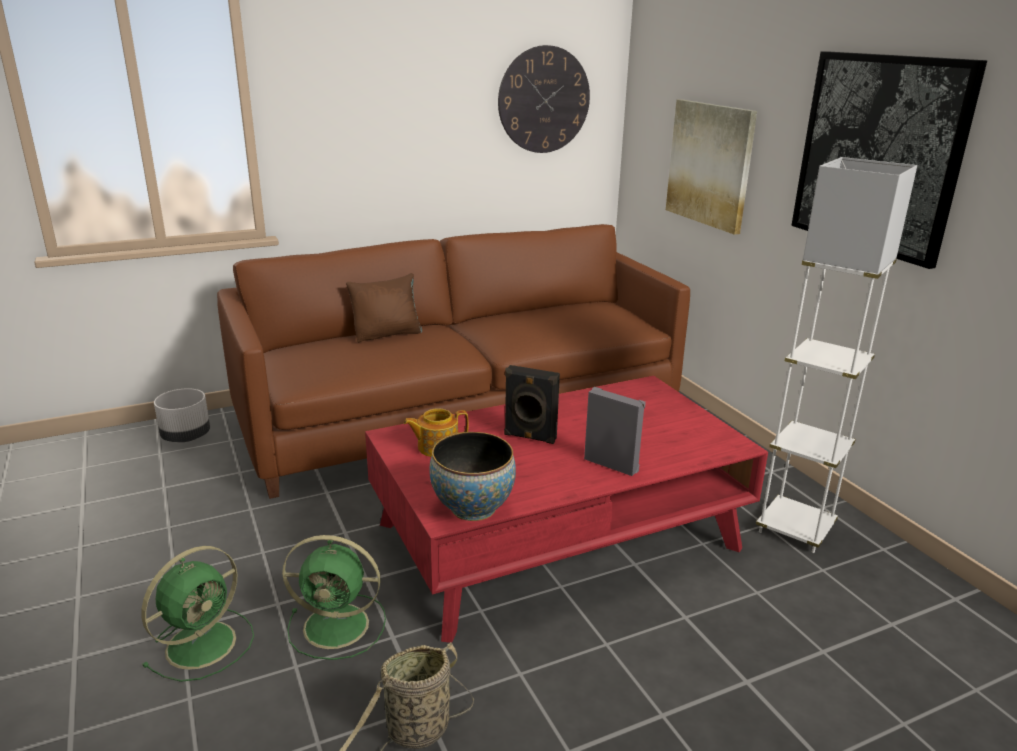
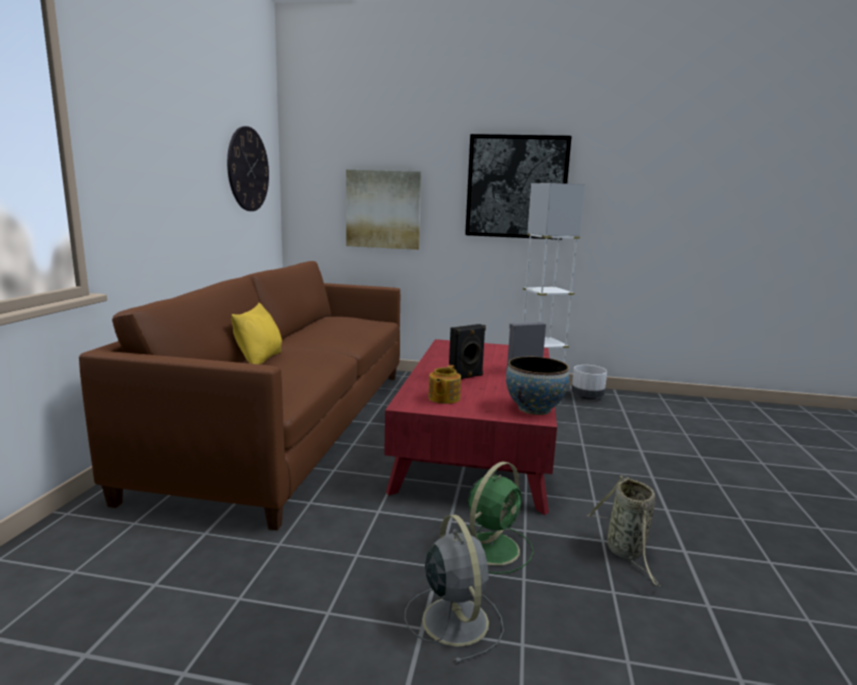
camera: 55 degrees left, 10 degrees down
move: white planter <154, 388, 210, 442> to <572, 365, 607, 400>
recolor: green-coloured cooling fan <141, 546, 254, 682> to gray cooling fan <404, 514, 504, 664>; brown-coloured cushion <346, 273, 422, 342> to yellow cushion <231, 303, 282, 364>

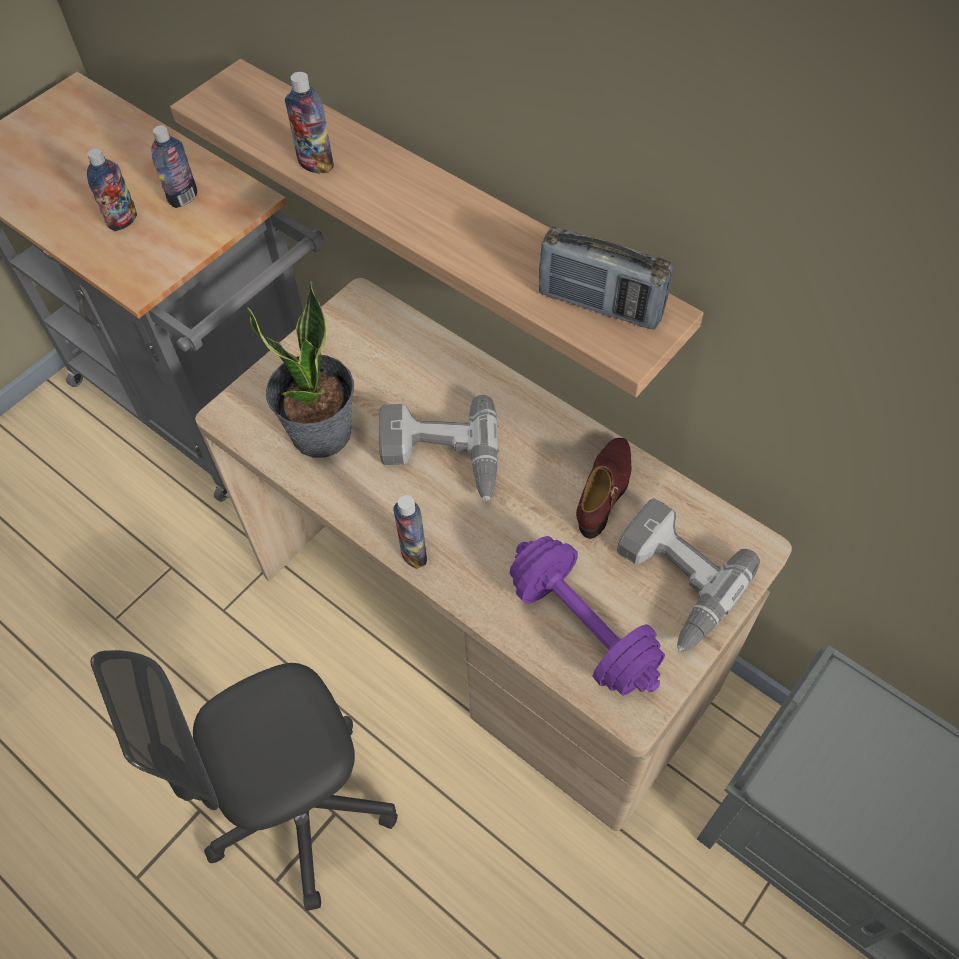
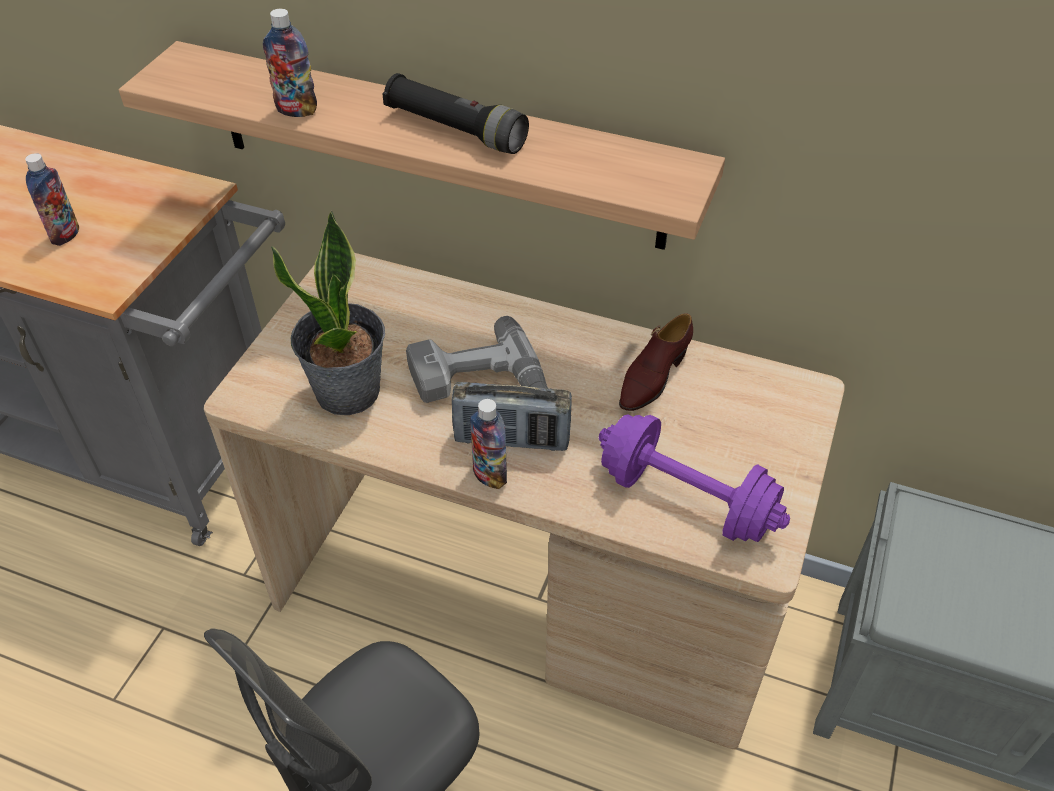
camera: 20 degrees left, 10 degrees down
delete: drink bottle <151, 125, 197, 208>; power drill <617, 499, 760, 652>
insert: black flashlight <382, 73, 529, 154>
move: radio receiver <539, 227, 673, 330> to <452, 382, 572, 451>
rotate: brown-coloured item of footwear <576, 438, 631, 539> = <619, 313, 693, 411> 150 degrees counterclockwise

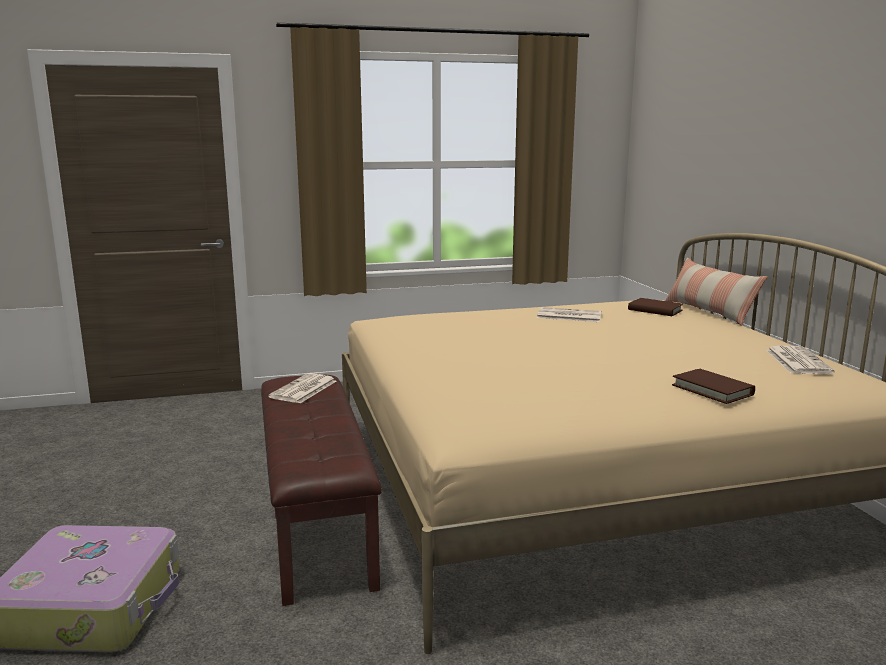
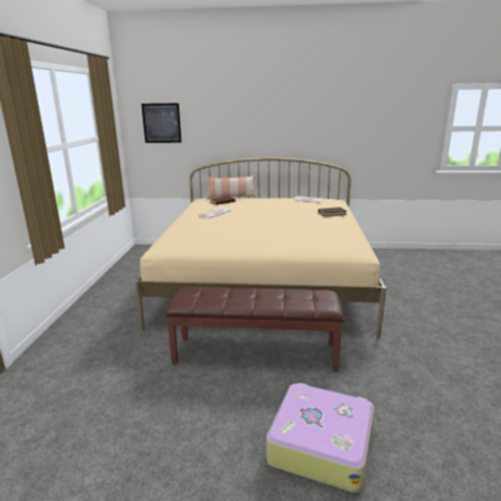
camera: 70 degrees left, 5 degrees up
delete: daily paper <268, 373, 336, 403>
insert: wall art <142, 103, 181, 143>

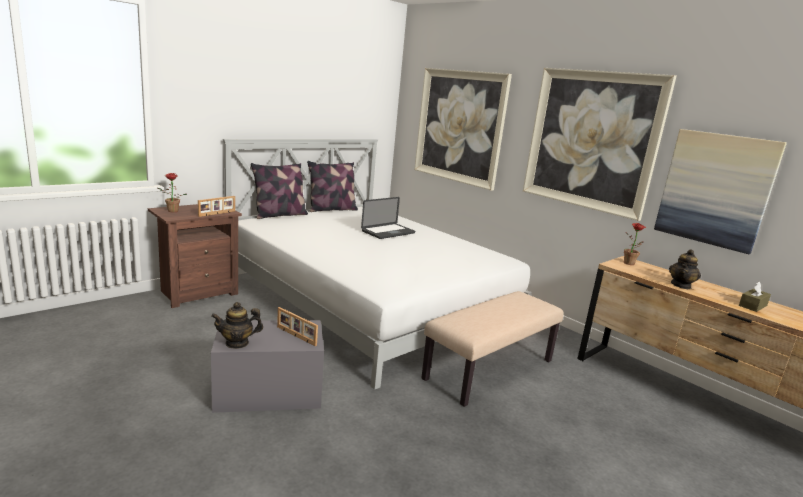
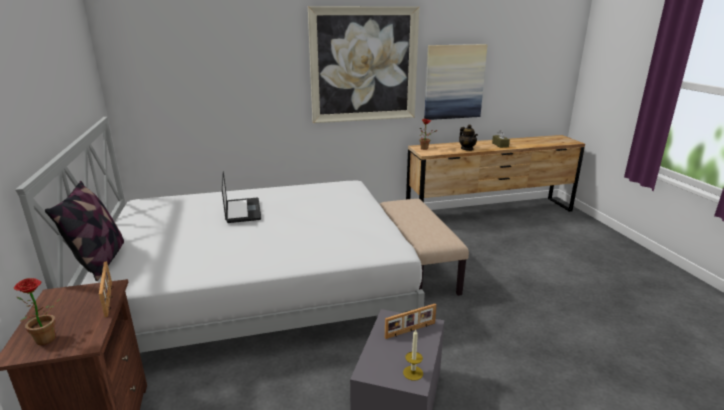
camera: 60 degrees left, 5 degrees up
delete: cushion <307, 161, 358, 212>; wall art <414, 68, 512, 191>
replace: teapot <211, 302, 263, 349> to wax light <403, 329, 423, 381>

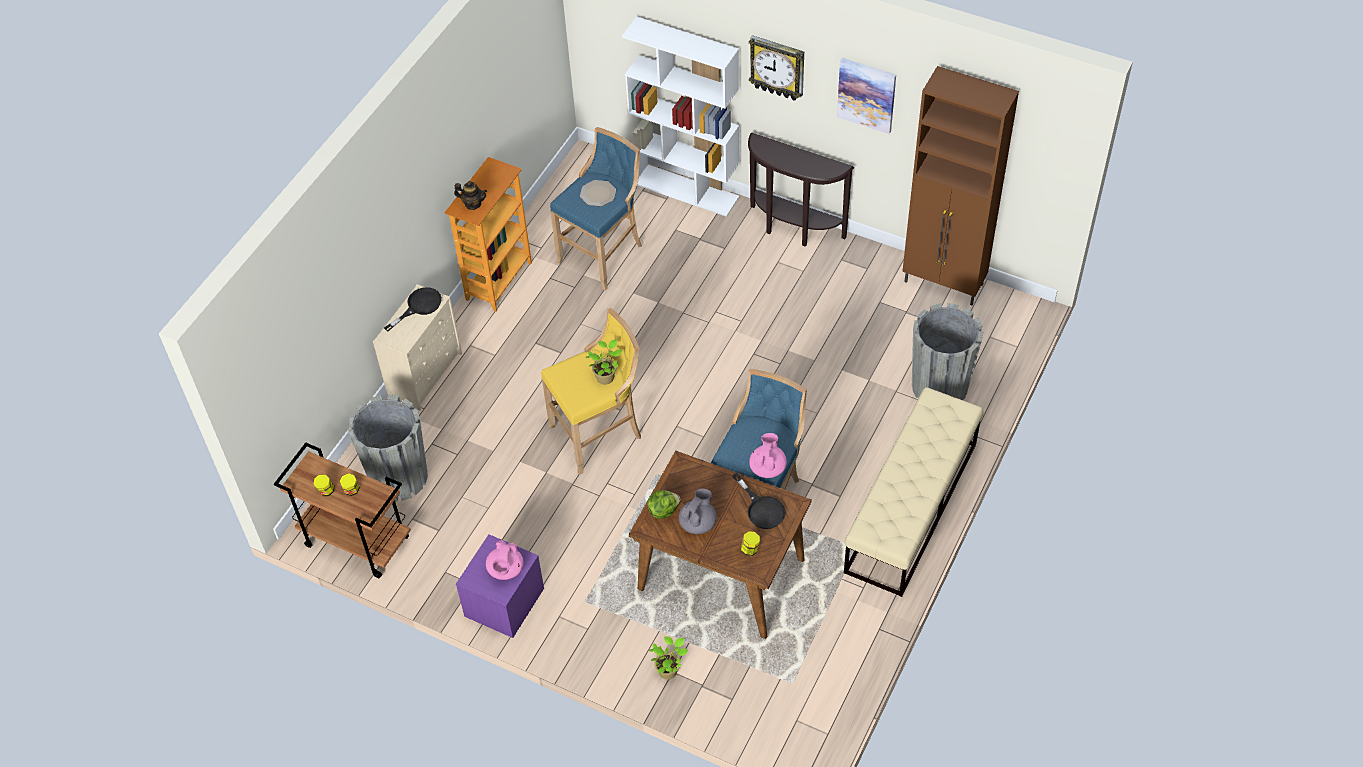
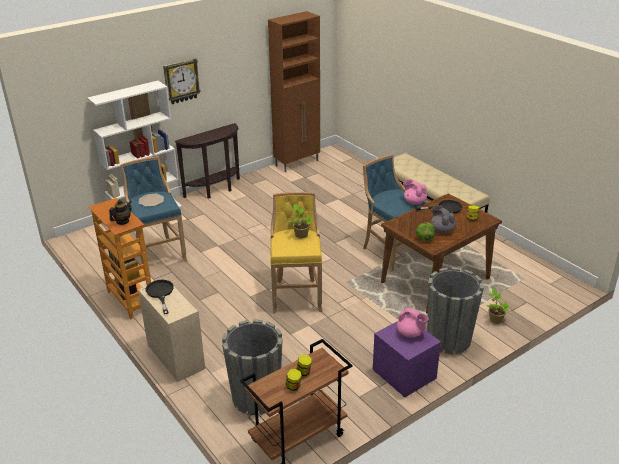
camera: 65 degrees left, 20 degrees down
delete: wall art <837, 58, 896, 134>
move: gray planter <912, 303, 983, 400> to <427, 267, 484, 354>

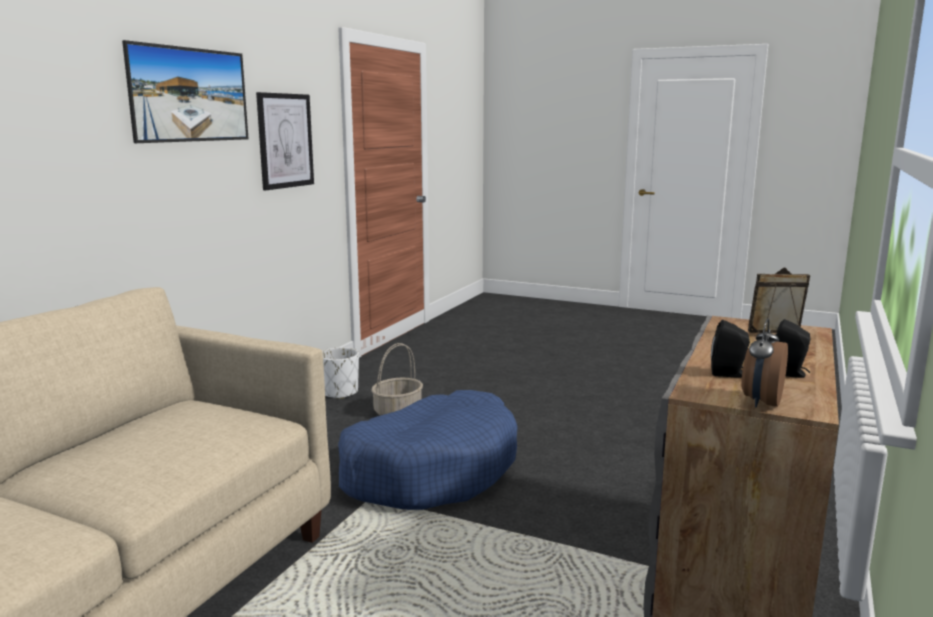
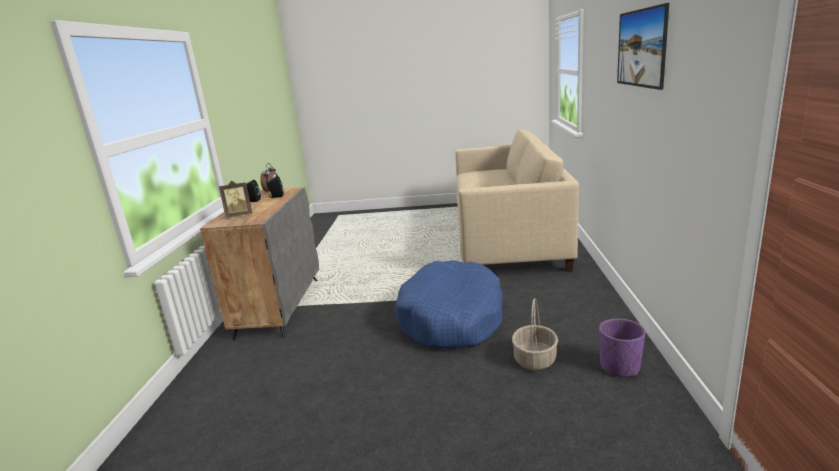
camera: 160 degrees right, 5 degrees up
delete: wall art <256, 92, 314, 190>
recolor: white planter <322, 347, 359, 399> to purplish planter <599, 318, 645, 377>

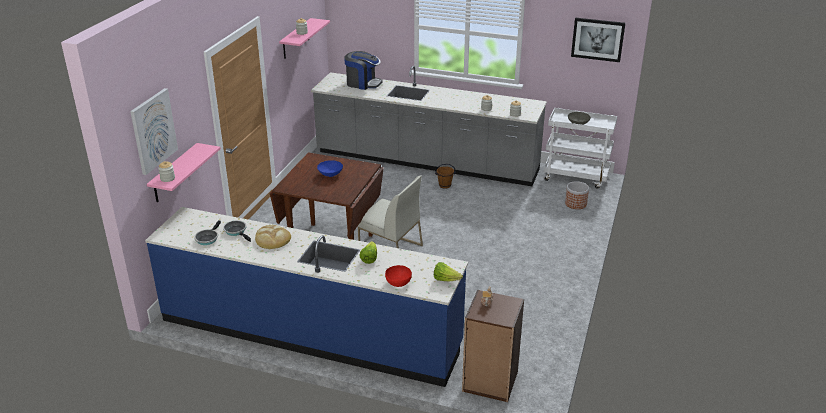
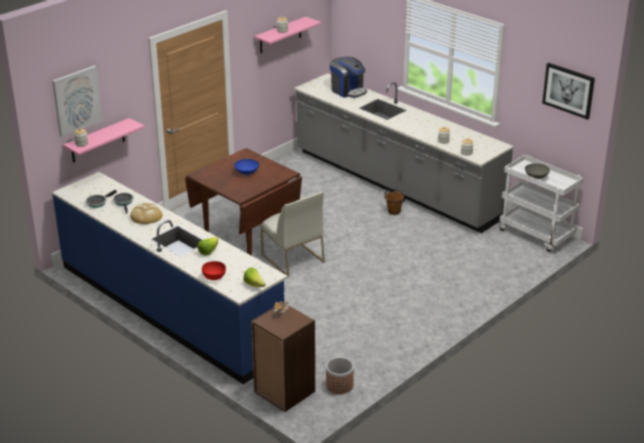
camera: 25 degrees right, 0 degrees up
move: planter <565, 181, 589, 209> to <326, 357, 354, 394>

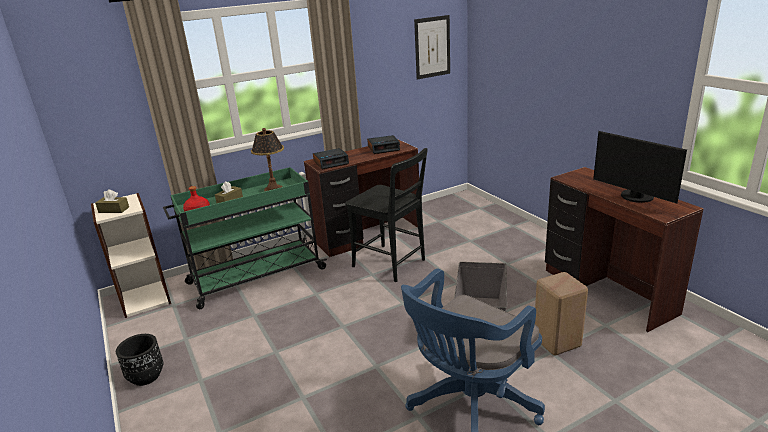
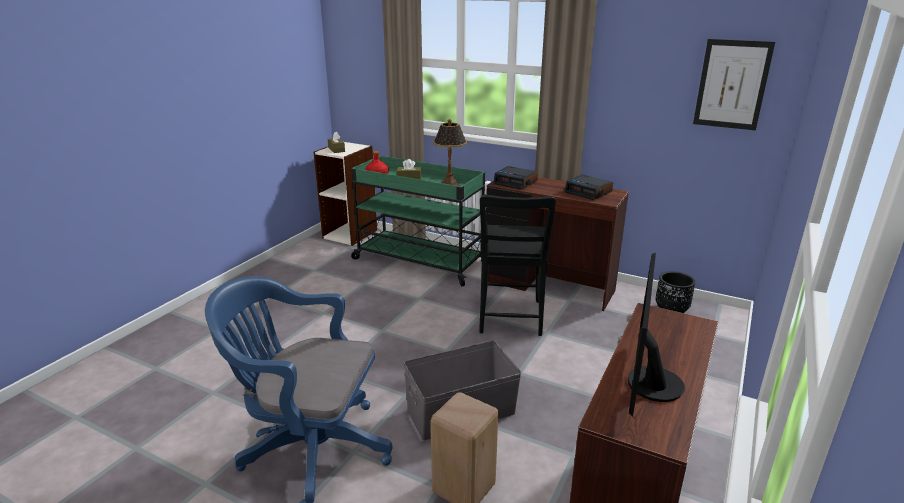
camera: 55 degrees right, 0 degrees up
move: black planter <116, 334, 163, 386> to <656, 271, 695, 313>

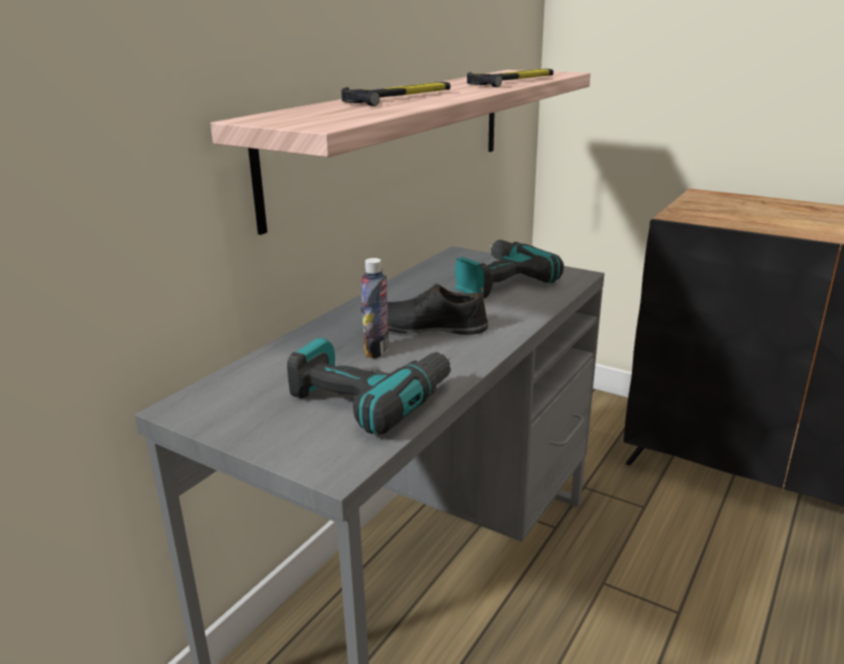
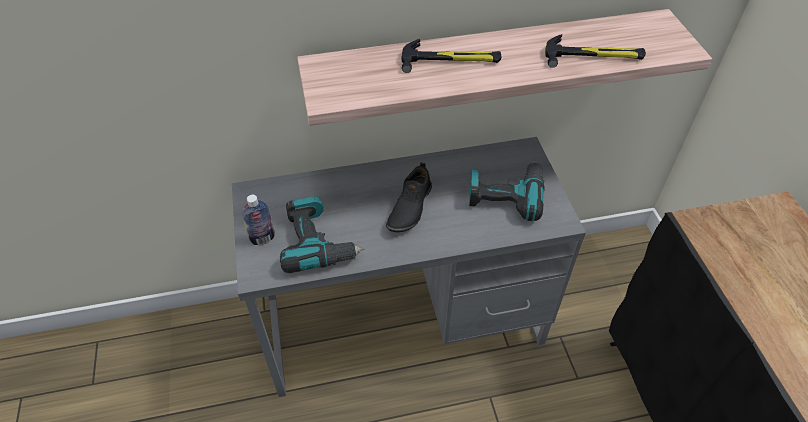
camera: 45 degrees right, 25 degrees up
move: drink bottle <361, 258, 389, 359> to <242, 195, 275, 245>
rotate: black item of footwear <361, 284, 488, 335> = <386, 162, 432, 232> 120 degrees counterclockwise

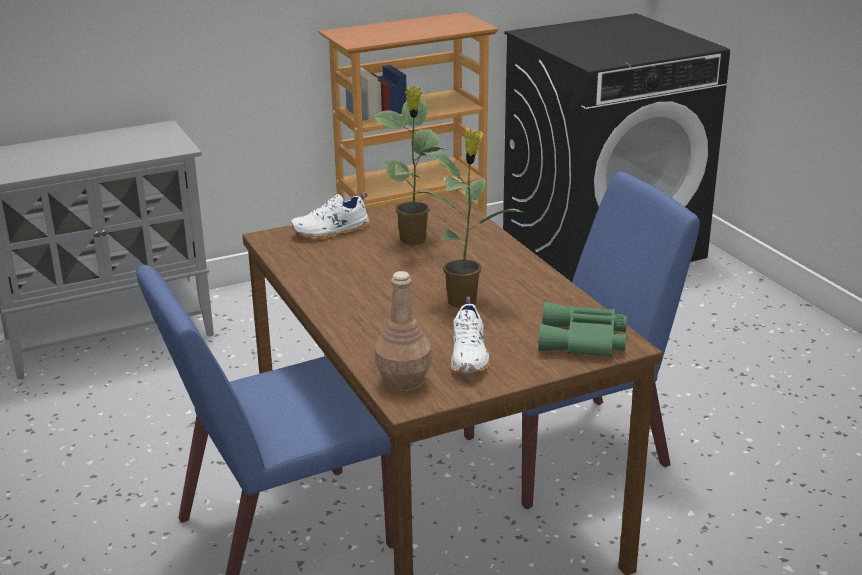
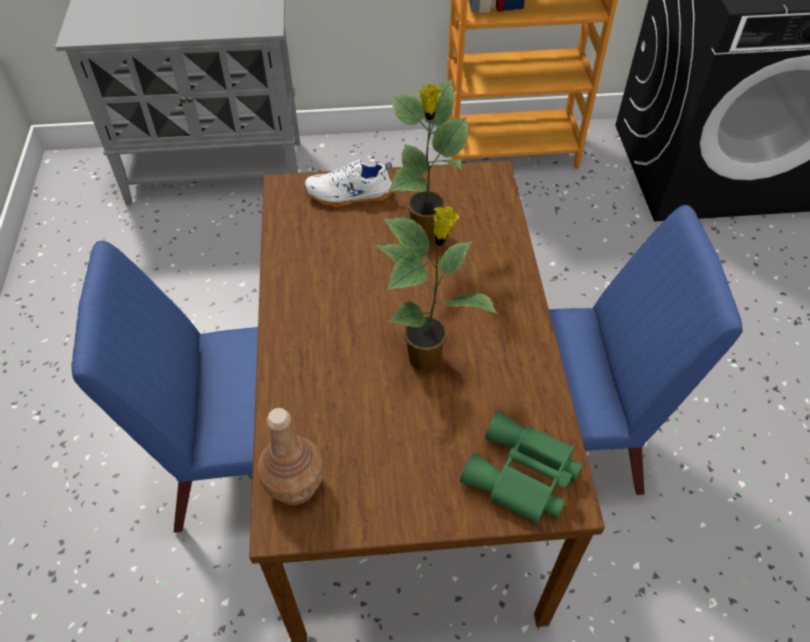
camera: 20 degrees right, 25 degrees up
delete: white item of footwear <451, 297, 490, 373>

